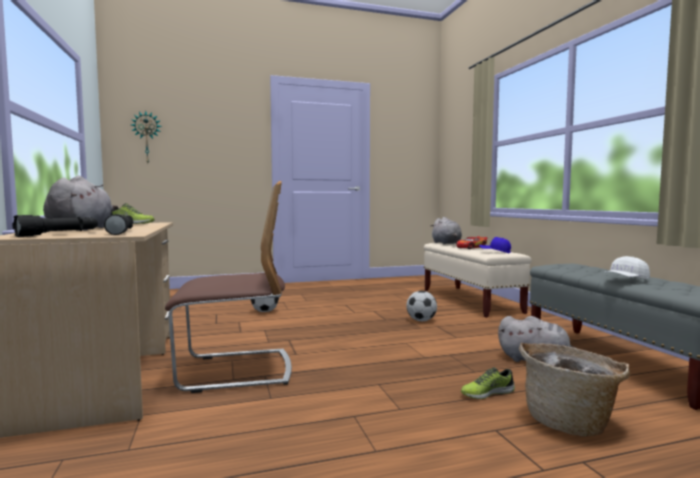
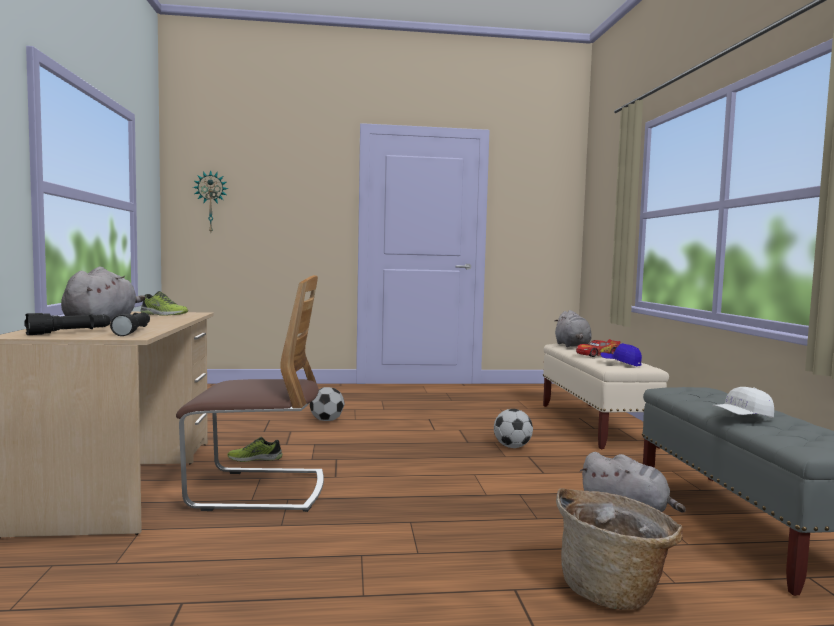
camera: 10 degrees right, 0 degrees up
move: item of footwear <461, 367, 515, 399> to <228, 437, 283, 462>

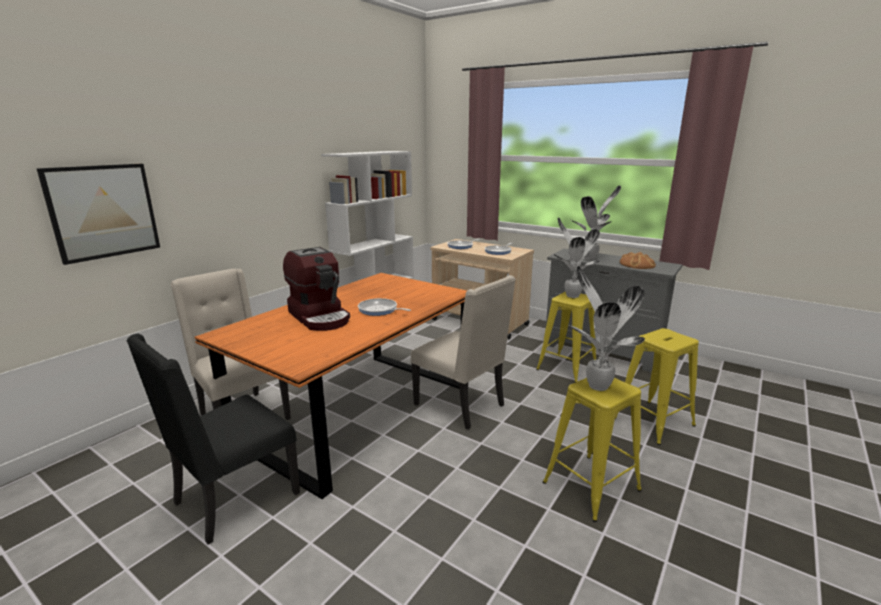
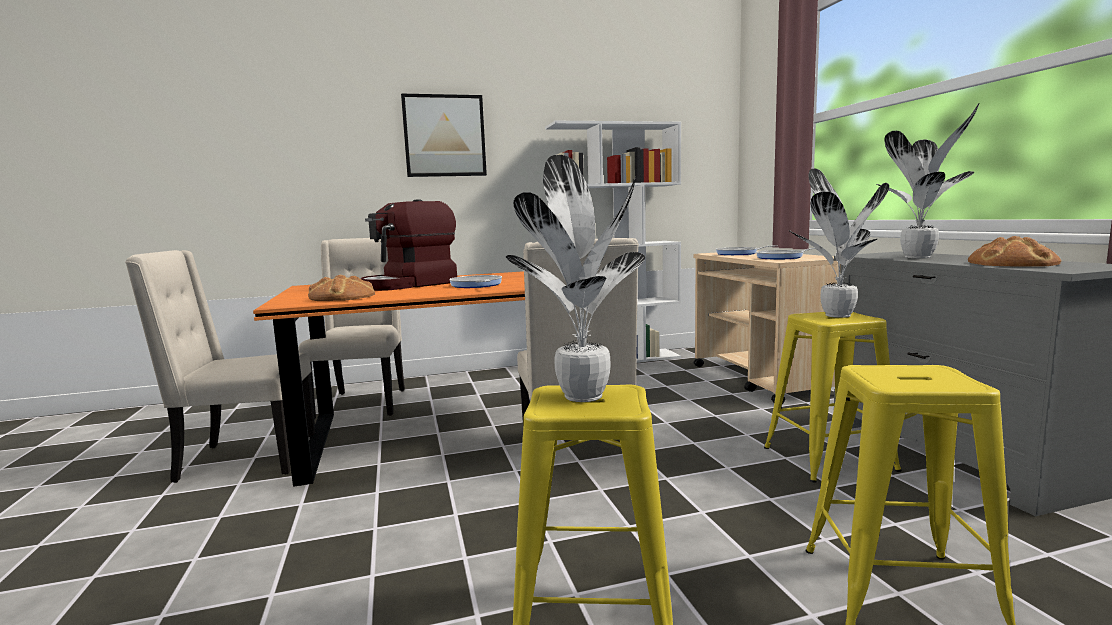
camera: 40 degrees right, 10 degrees down
insert: baked bread <308, 275, 375, 301>
move: wall art <36, 164, 160, 265> to <401, 94, 487, 177>
recolor: black chair <127, 334, 300, 545> to sand-coloured chair <125, 250, 315, 483>
rotate: coffee maker <283, 247, 350, 331> = <361, 200, 457, 291> 45 degrees clockwise

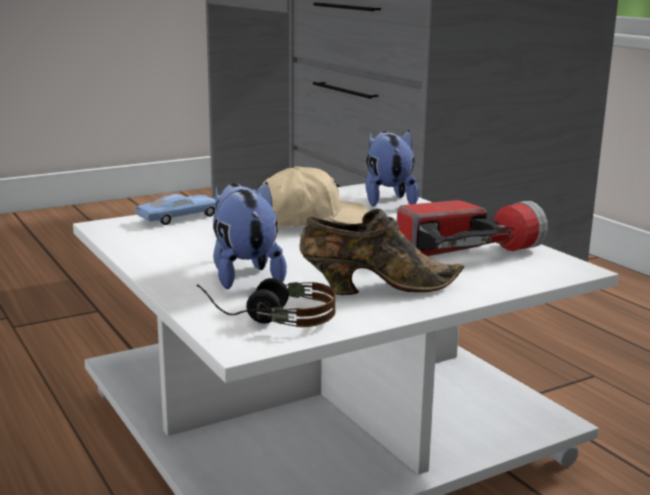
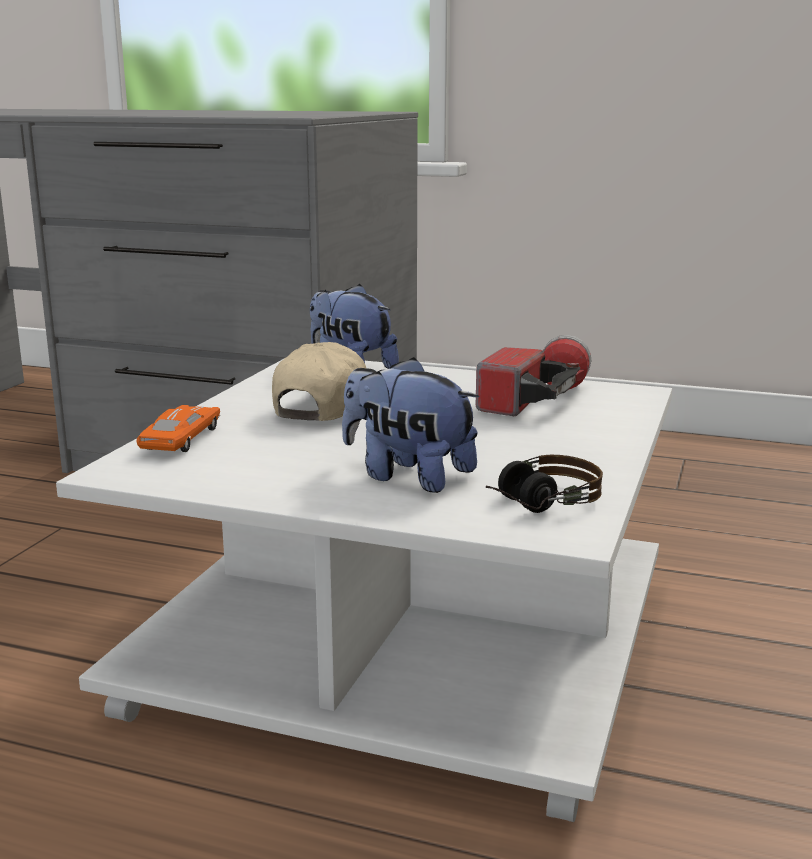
camera: 40 degrees left, 0 degrees up
delete: brown-coloured item of footwear <300, 209, 464, 295>
recolor: blue-coloured toy car <135, 194, 218, 225> to orangey toy car <137, 405, 220, 452>

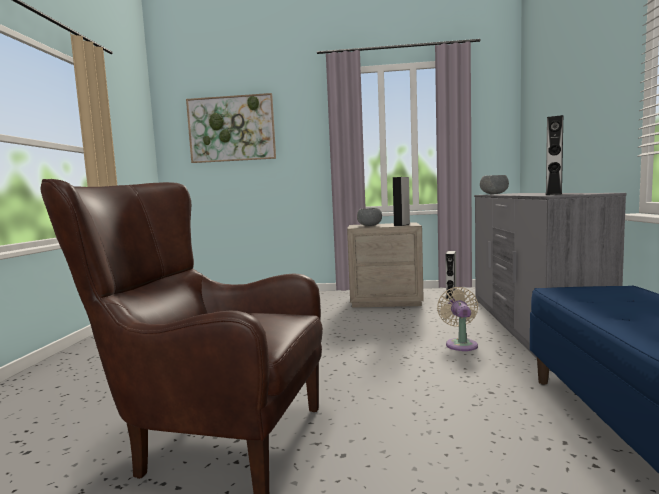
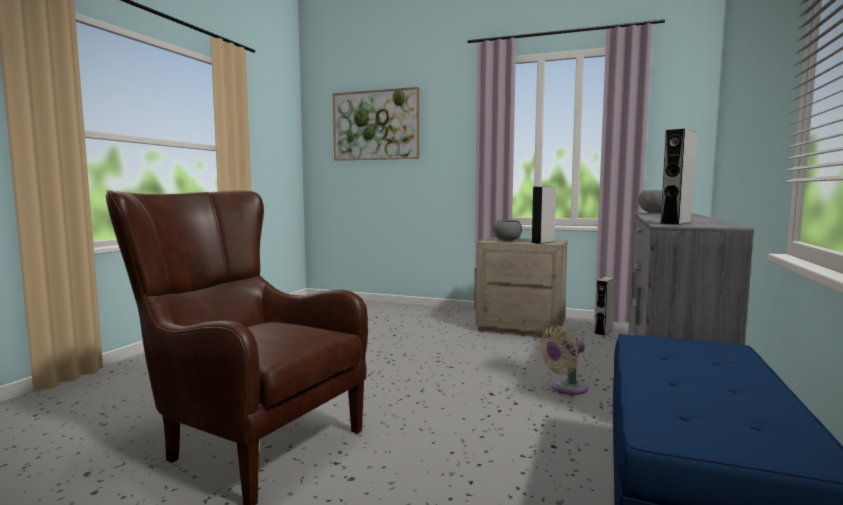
camera: 15 degrees right, 0 degrees up
rotate: sand-coloured cooling fan <437, 287, 478, 351> = <540, 326, 588, 395> 135 degrees counterclockwise

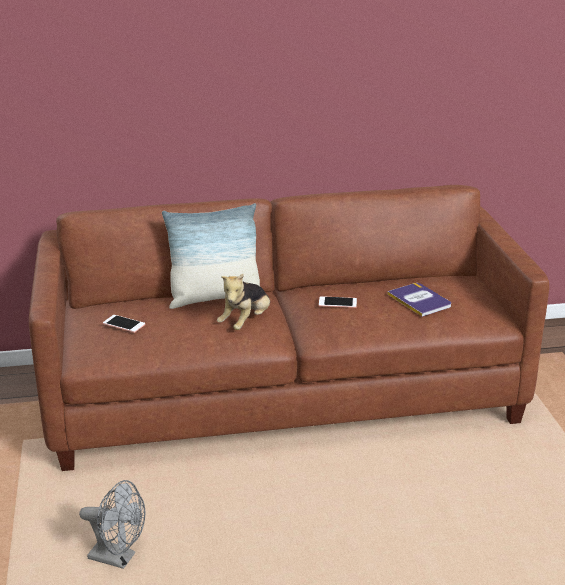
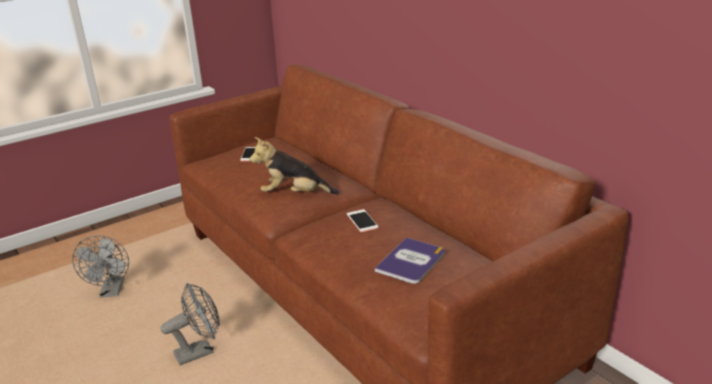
camera: 65 degrees right, 0 degrees up
delete: cushion <162, 203, 260, 309>
insert: gray cooling fan <161, 283, 220, 365>

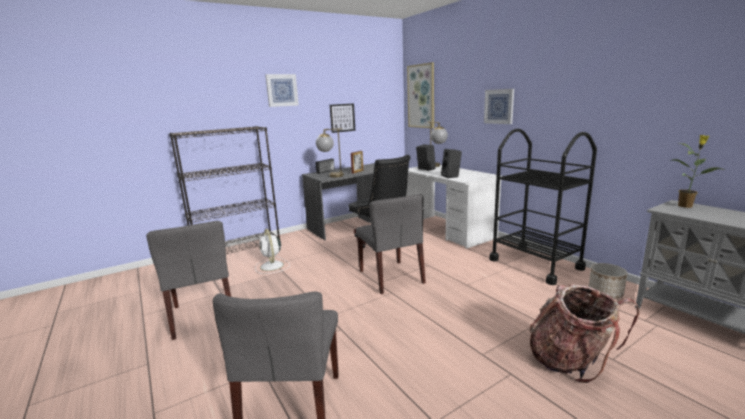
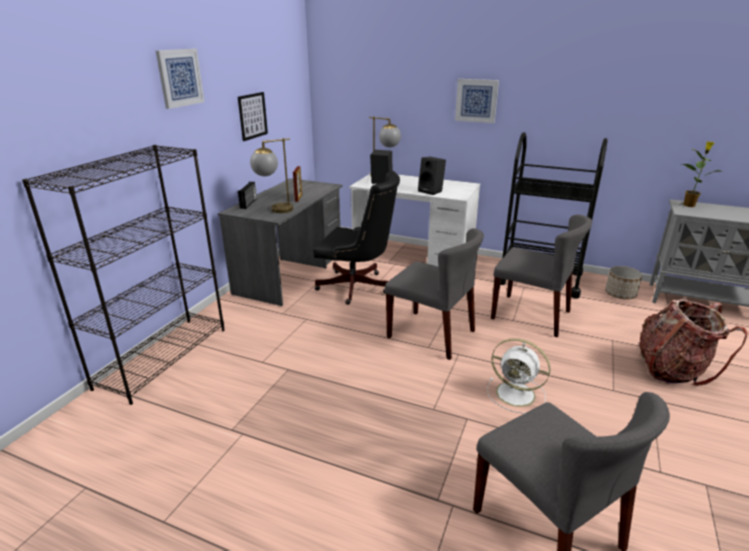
camera: 35 degrees left, 10 degrees up
delete: wall art <407, 62, 434, 128>
move: gray chair <146, 221, 231, 340> to <491, 214, 592, 338>; white cooling fan <255, 229, 290, 274> to <487, 338, 550, 414>

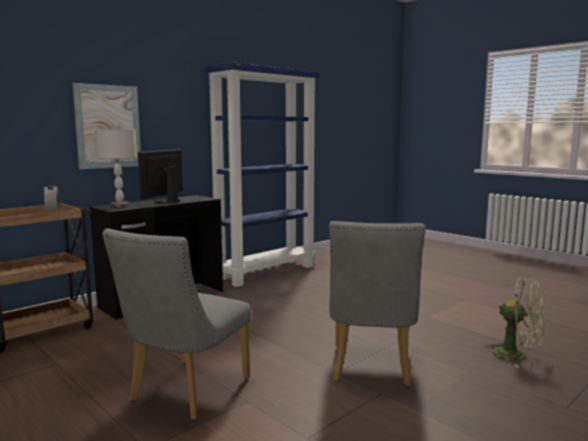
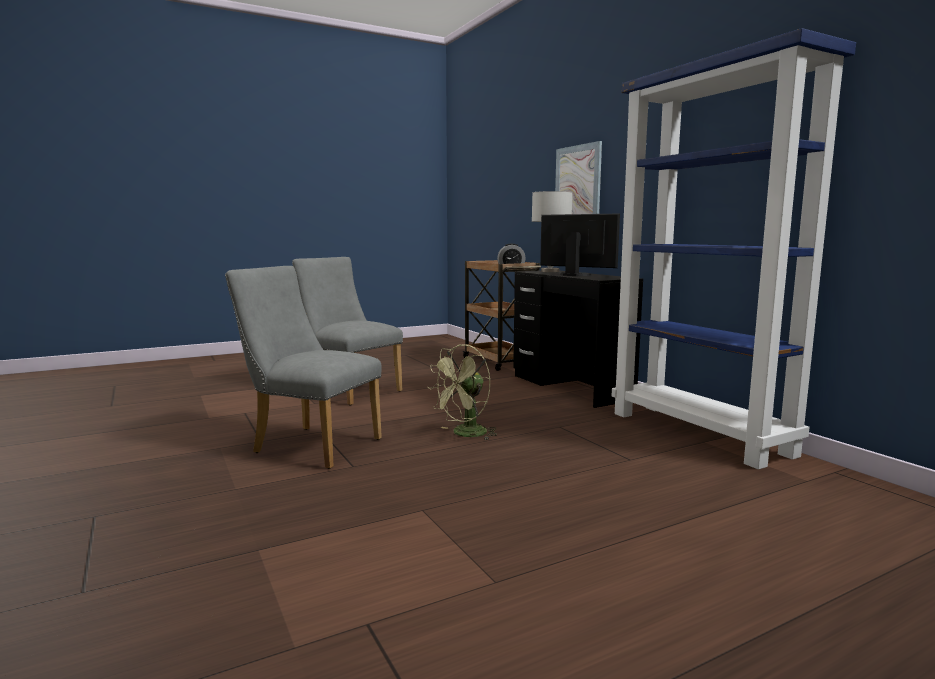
camera: 105 degrees right, 0 degrees up
move: green-coloured cooling fan <485, 277, 544, 368> to <428, 345, 497, 440>

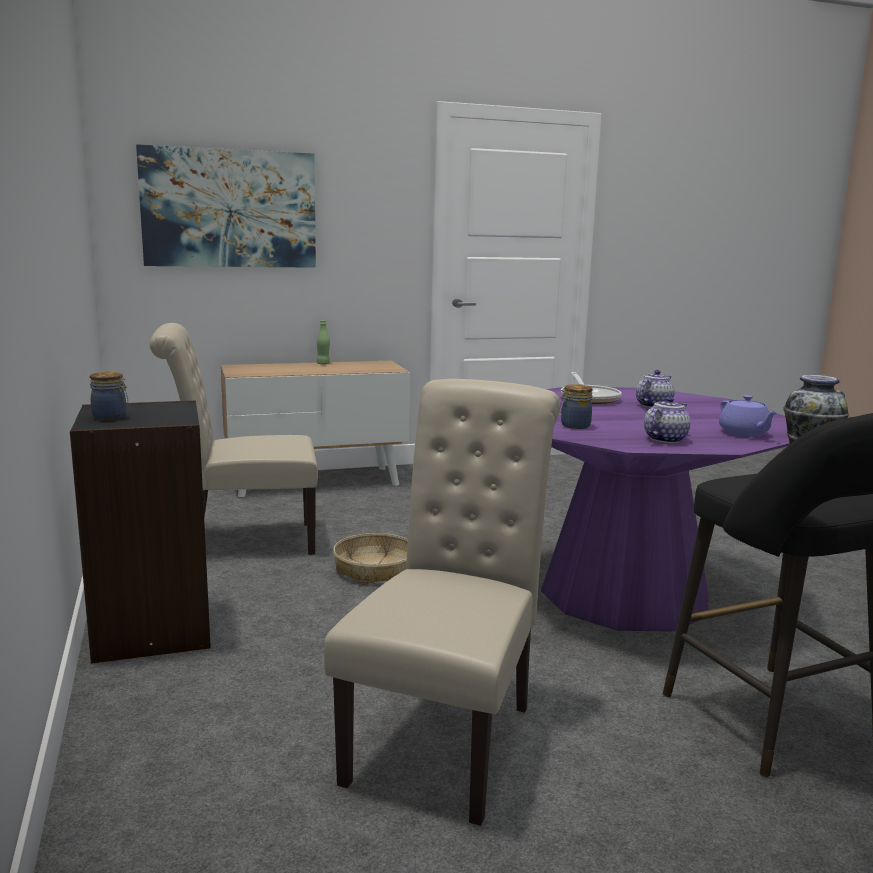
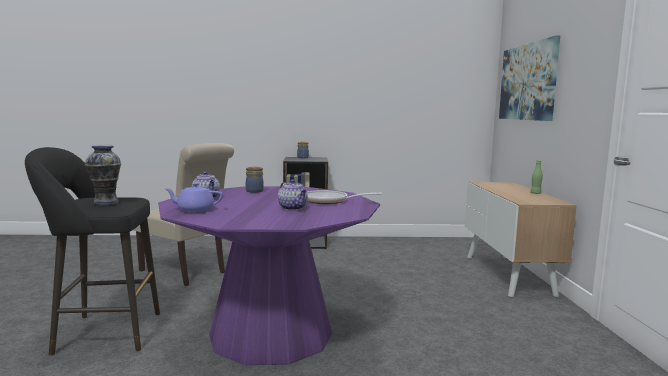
camera: 105 degrees right, 5 degrees down
delete: sand-coloured chair <150, 323, 318, 555>; basket <333, 533, 408, 585>

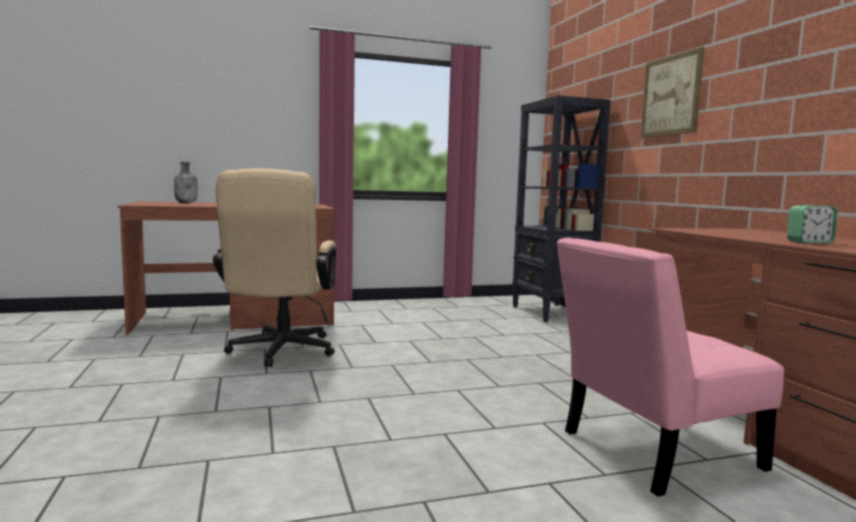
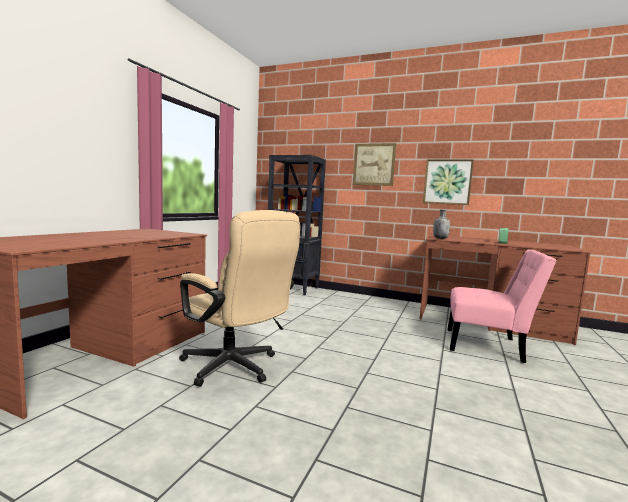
camera: 50 degrees left, 0 degrees up
insert: wall art <423, 159, 474, 205>
move: gray drink bottle <174, 162, 198, 203> to <433, 209, 450, 239>
rotate: pinkish chair <556, 238, 784, 496> = <448, 249, 557, 363> 90 degrees counterclockwise

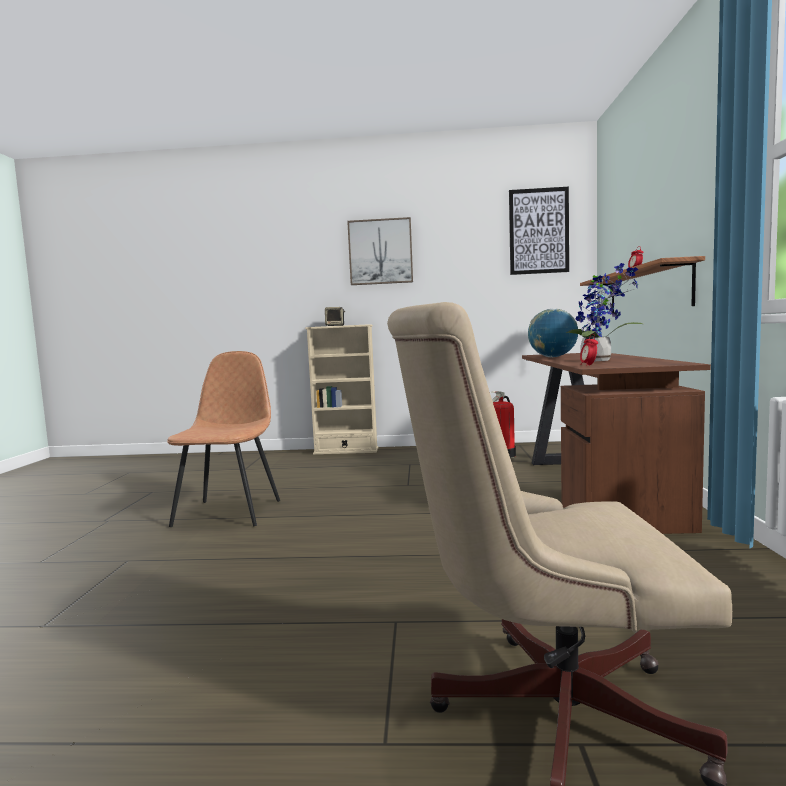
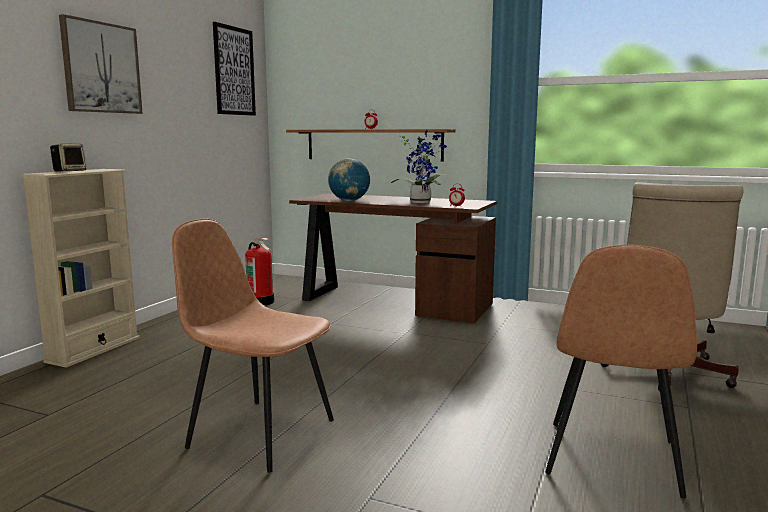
camera: 70 degrees left, 5 degrees up
insert: brown-coloured chair <545, 245, 697, 498>

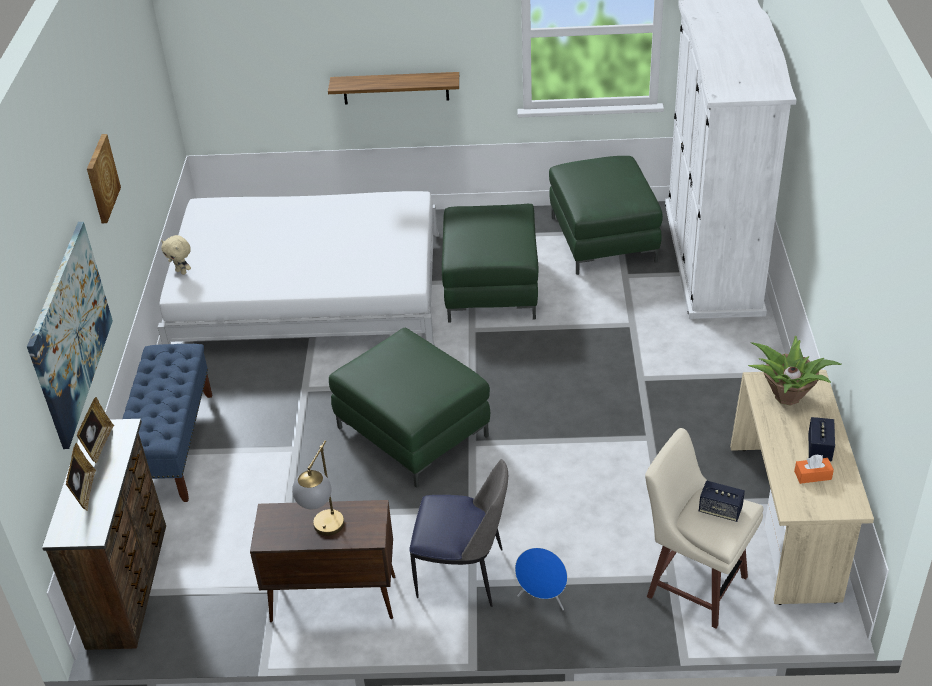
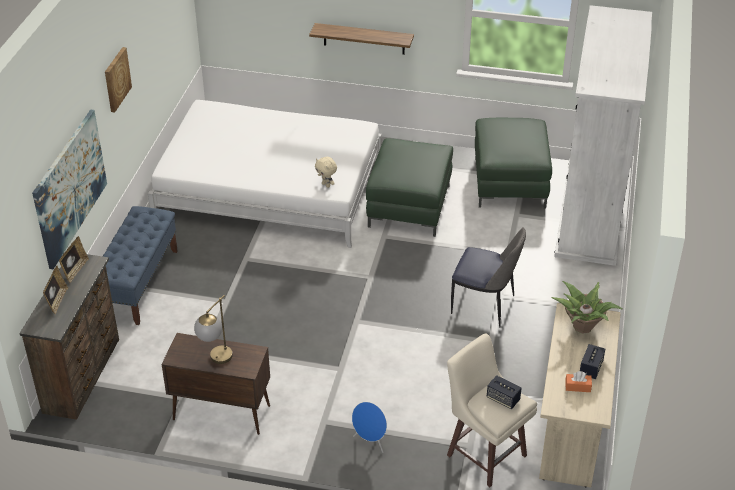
camera: 10 degrees right, 0 degrees up
delete: green-coloured footrest <329, 328, 490, 488>
move: sand-coloured cuddly toy <161, 235, 191, 275> to <315, 157, 337, 188>; chair <409, 459, 508, 607> to <451, 227, 526, 327>

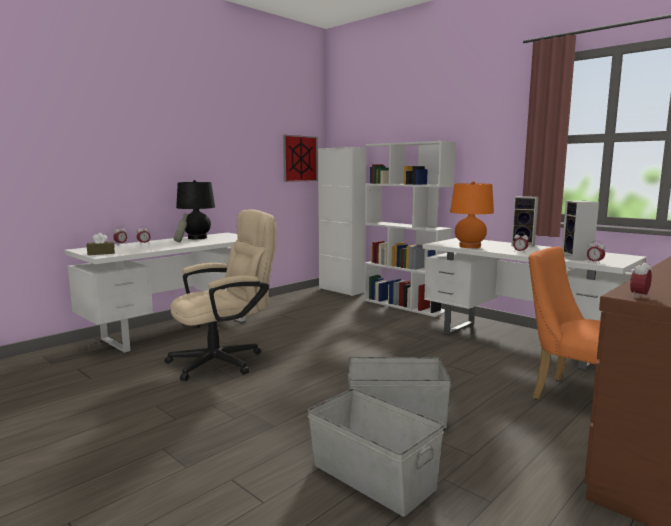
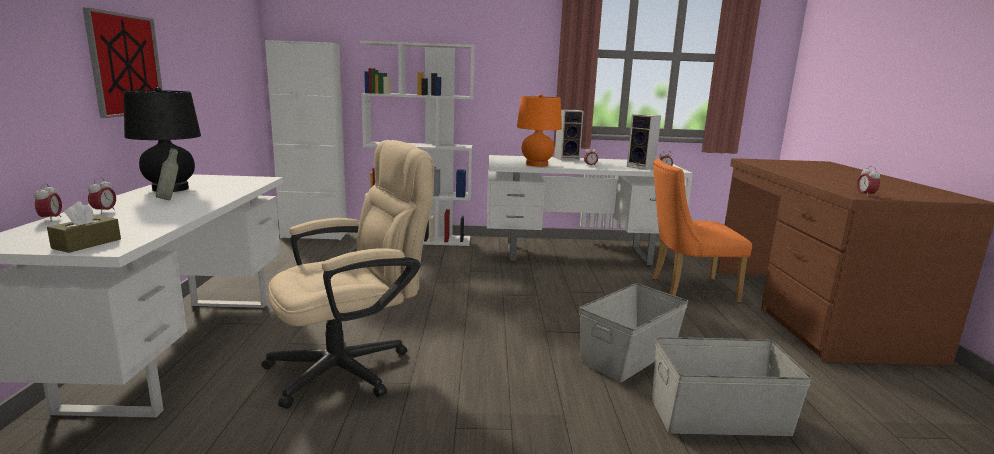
camera: 45 degrees left, 5 degrees up
move: wall art <283, 135, 318, 182> to <83, 8, 163, 118>
rotate: sand-coloured desk chair <165, 210, 276, 381> = <261, 140, 434, 409> 45 degrees clockwise

